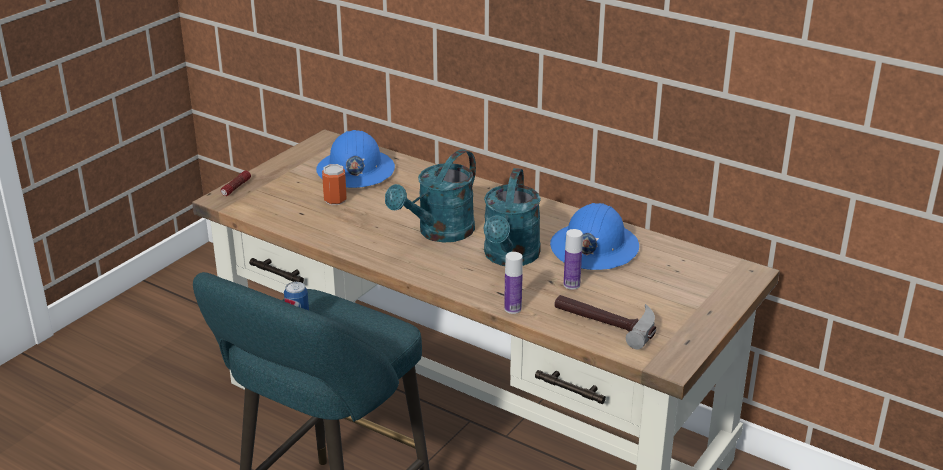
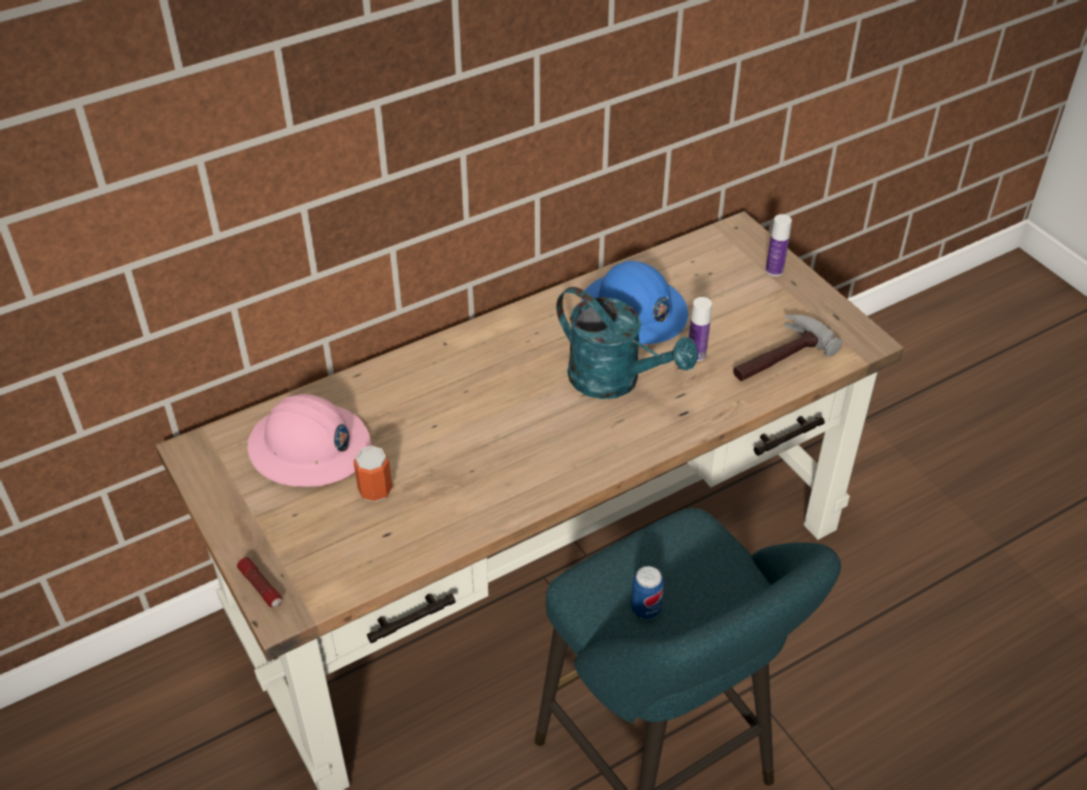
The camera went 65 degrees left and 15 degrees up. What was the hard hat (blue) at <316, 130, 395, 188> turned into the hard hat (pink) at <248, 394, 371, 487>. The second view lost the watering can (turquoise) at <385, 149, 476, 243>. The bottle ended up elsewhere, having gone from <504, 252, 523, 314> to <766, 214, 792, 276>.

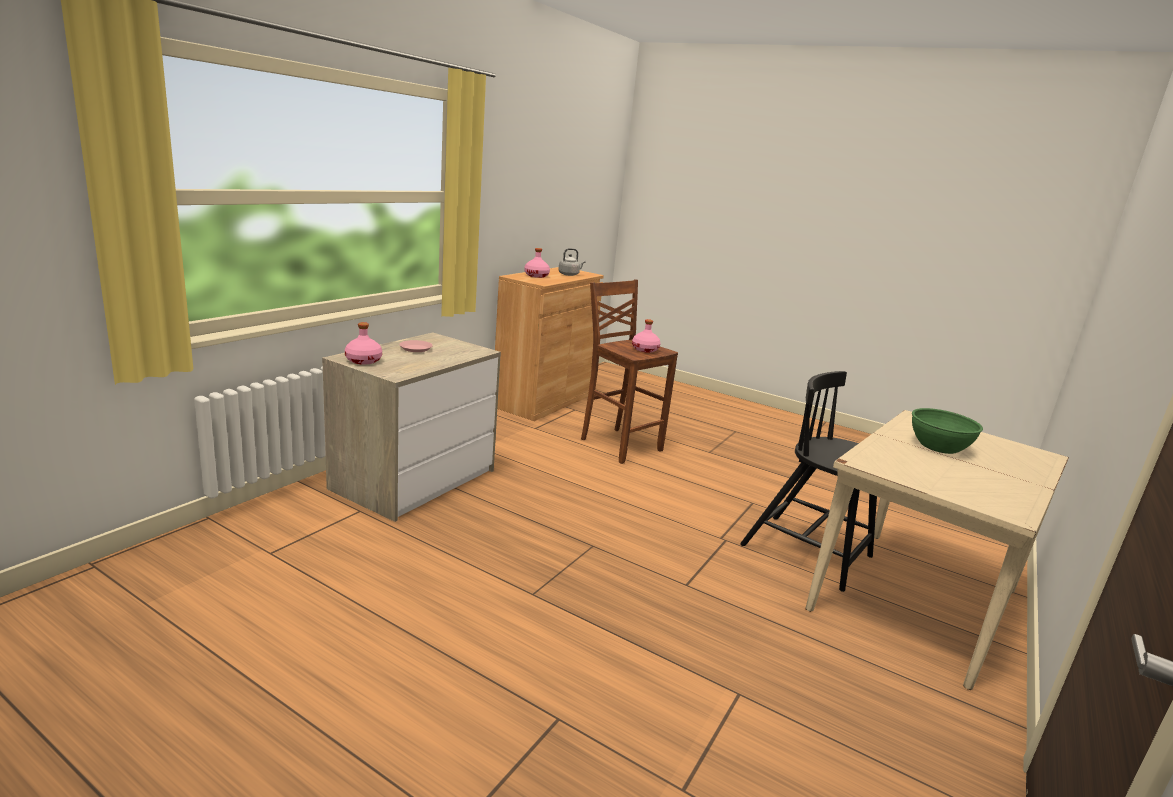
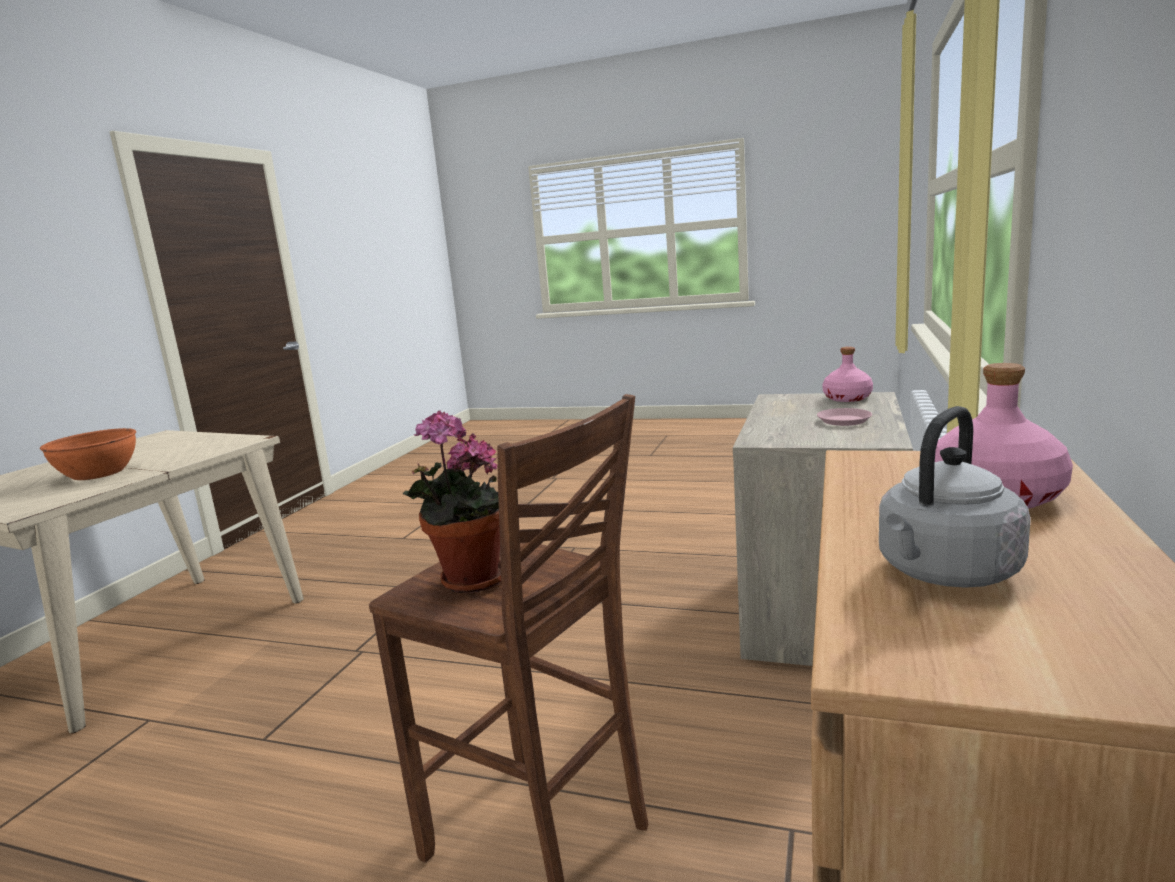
The camera went 170 degrees right and 5 degrees down. Where the bottle (pink) stood at <632, 319, 661, 353>, the potted plant came to stand at <402, 411, 501, 593>. The second view lost the chair (black) at <740, 371, 877, 592>. What was the bowl (green) at <912, 408, 983, 454> turned into the bowl (orange) at <40, 428, 136, 480>.

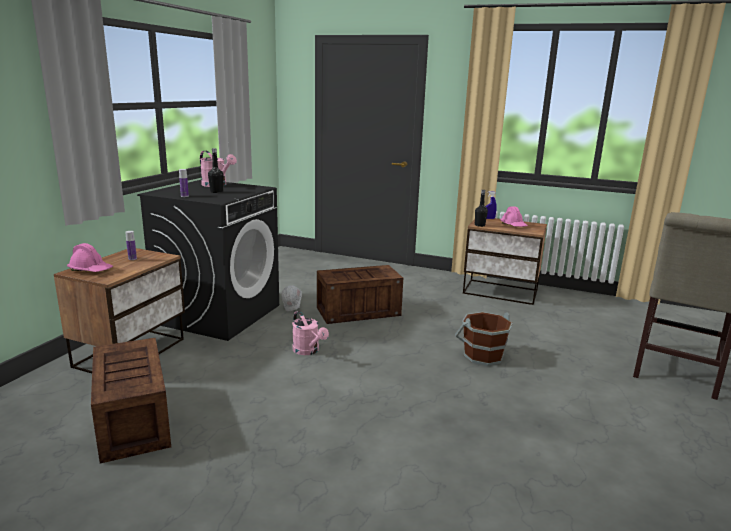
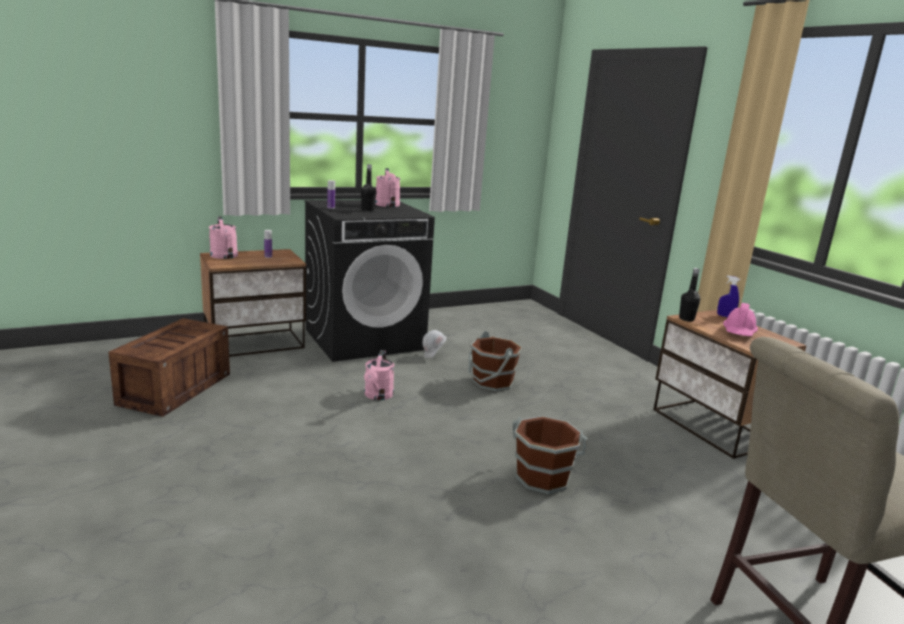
The camera went 40 degrees right and 0 degrees up. Where the hard hat (pink) stood at <67, 243, 113, 272>, the watering can (pink) came to stand at <209, 216, 238, 259>. Where the crate stood at <317, 265, 403, 324>, the bucket (brown) came to stand at <468, 331, 523, 392>.

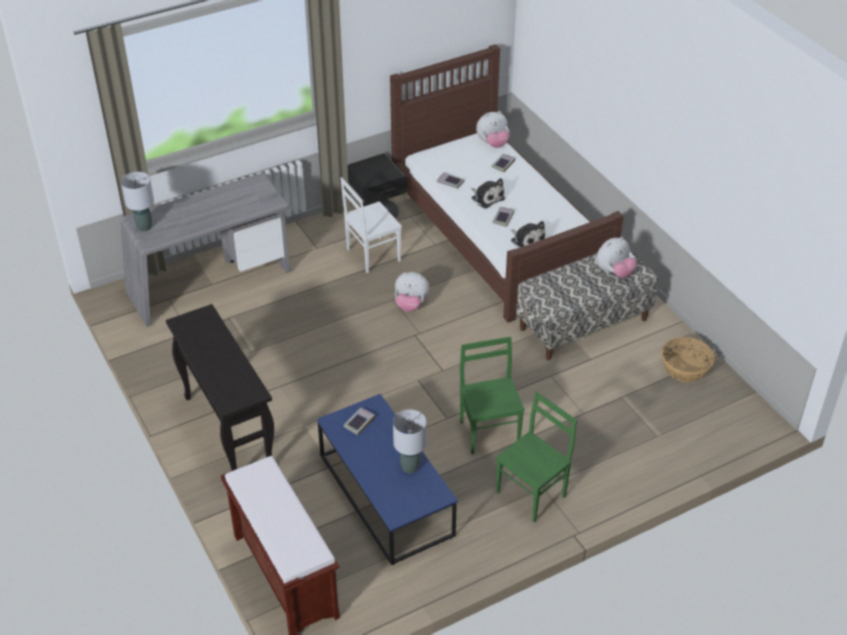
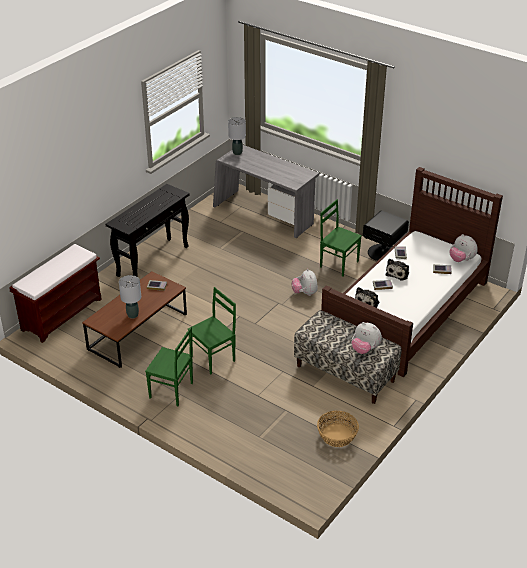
The camera went 65 degrees right and 5 degrees down. What was the coffee table (blue) at <317, 394, 458, 565> turned into the coffee table (brown) at <82, 271, 187, 368>. What was the chair (white) at <341, 177, 402, 273> turned into the chair (green) at <320, 199, 362, 276>.

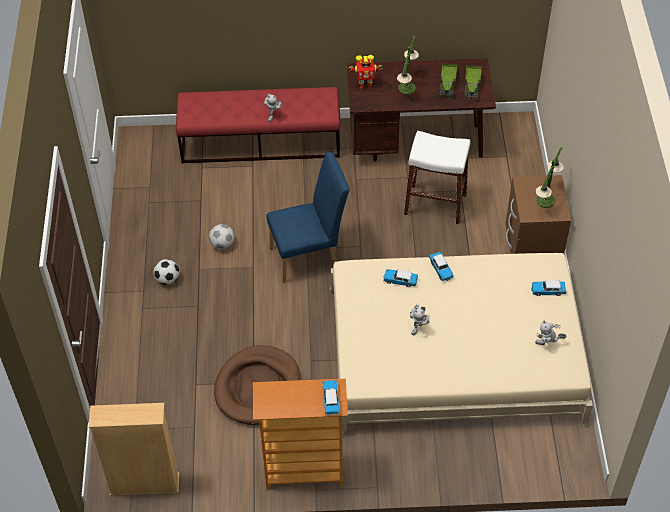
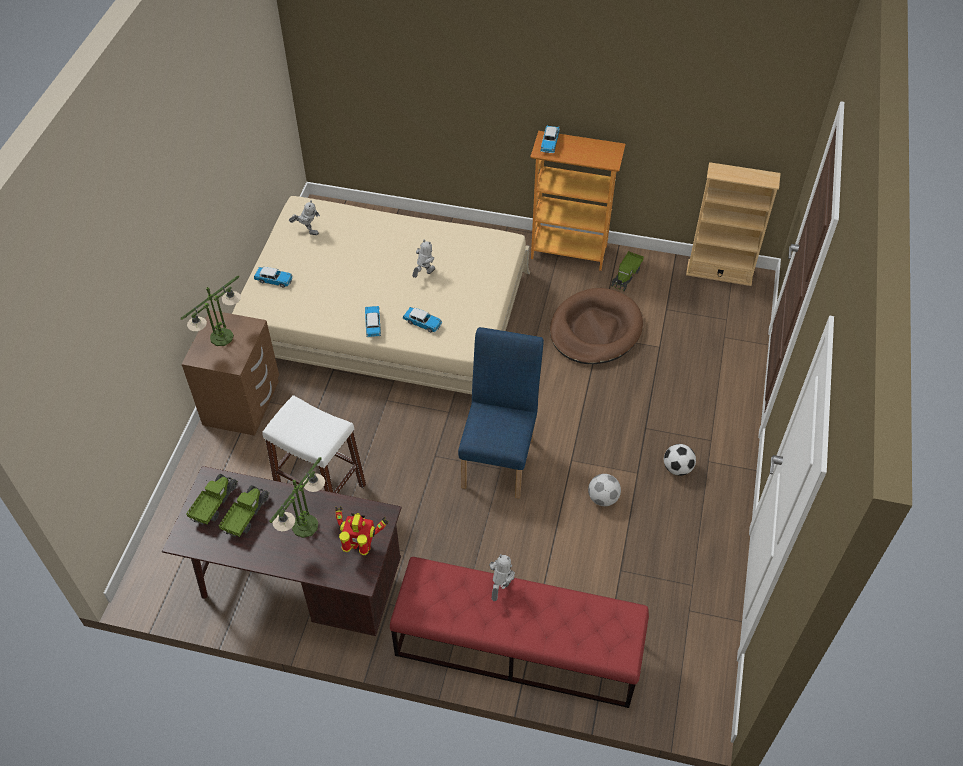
The camera went 165 degrees left and 0 degrees up. The chair (blue) at <267, 152, 350, 283> ended up facing another way, 105 degrees clockwise from before. The second view gained the toy truck at <612, 251, 644, 291>.

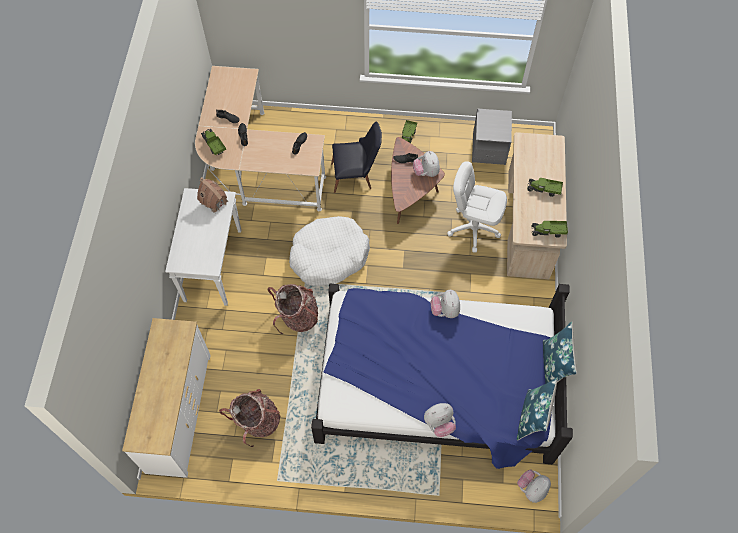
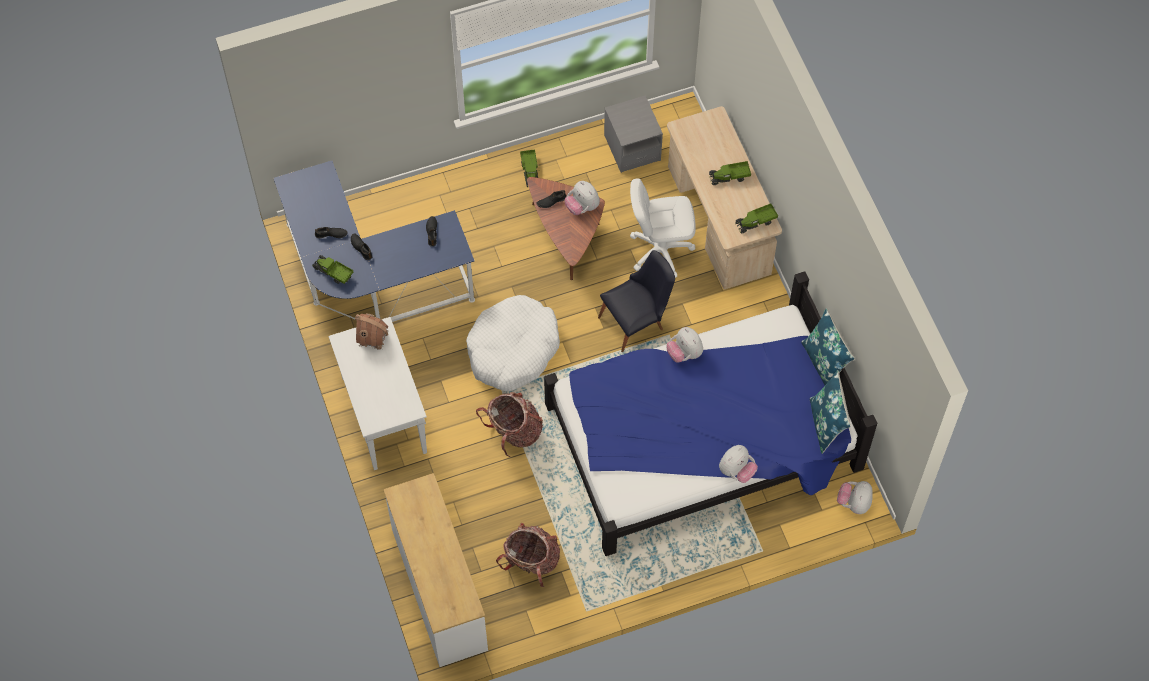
The camera went 25 degrees left and 0 degrees up. What was the desk (beige) at <195, 66, 326, 211> turned into the desk (blue) at <273, 161, 475, 322>. The chair (black) ended up elsewhere, having gone from <331, 122, 382, 193> to <598, 250, 675, 352>.

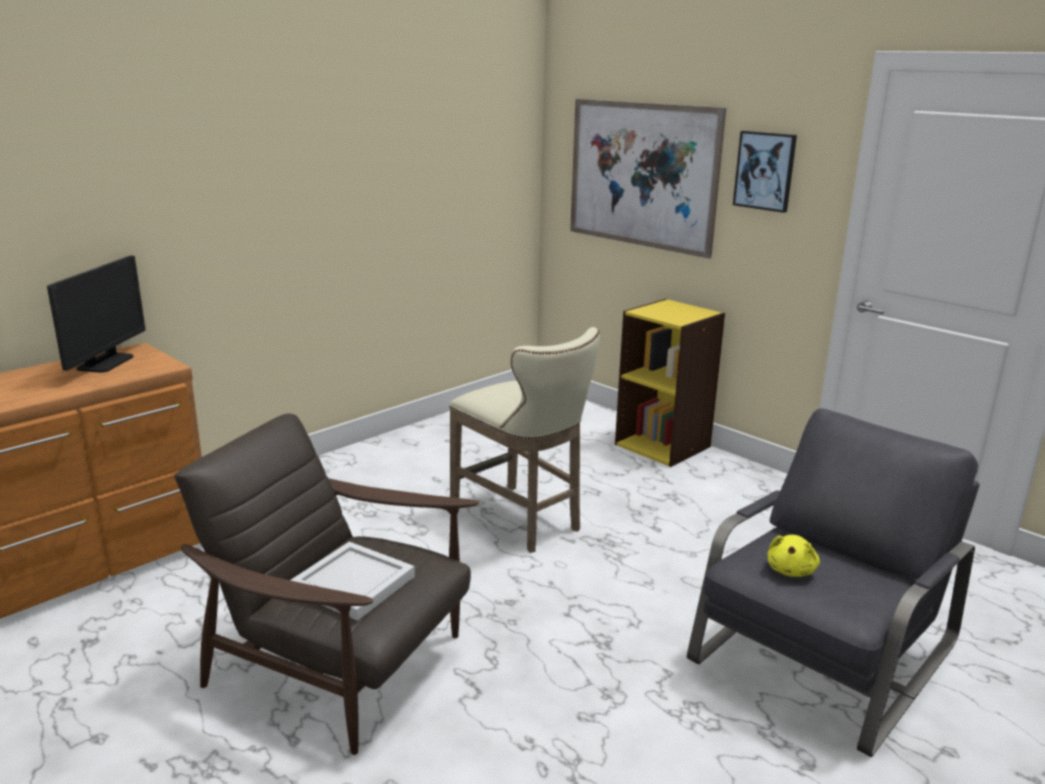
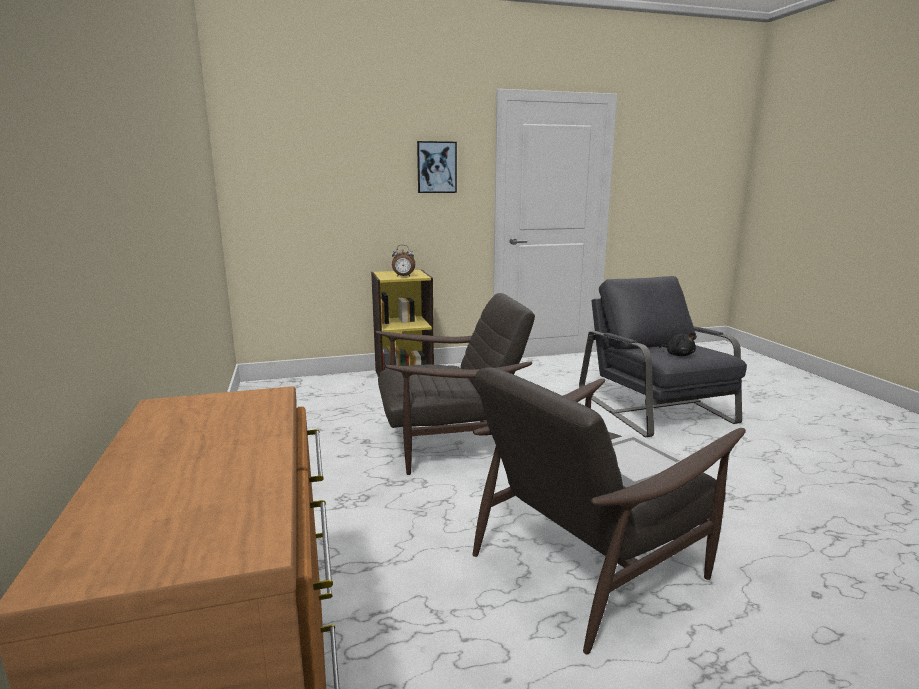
The camera went 60 degrees left and 5 degrees down. The second view lost the monitor at <47, 256, 145, 373>. Where the stool (beige) stood at <449, 327, 600, 553>, the armchair (brown) came to stand at <375, 293, 535, 475>. The second view lost the picture at <570, 99, 726, 259>. What was the plush toy (yellow) at <767, 535, 820, 577> turned into the plush toy (black) at <659, 333, 696, 356>. The second view gained the alarm clock at <392, 245, 415, 277>.

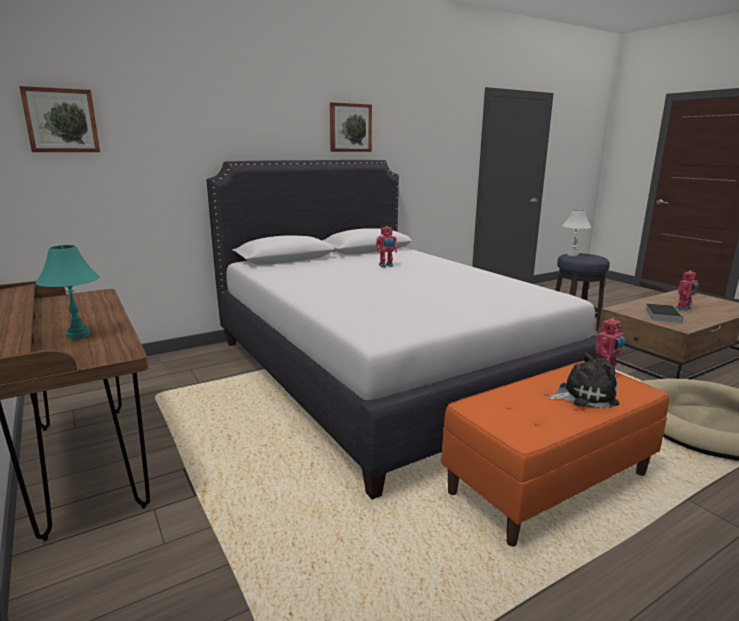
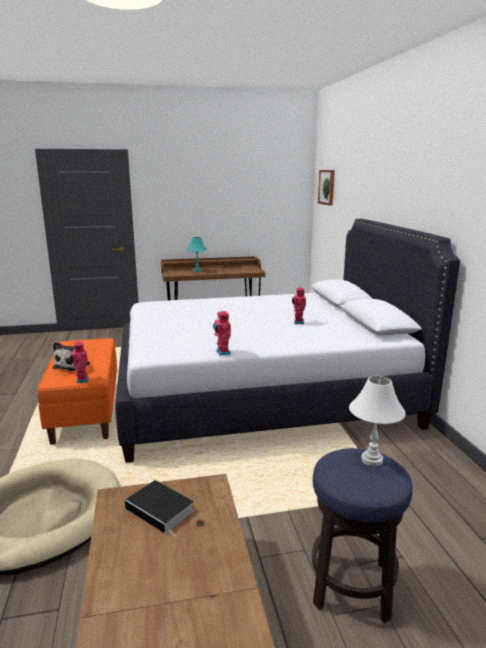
The camera went 110 degrees right and 0 degrees up. The second view lost the picture at <330, 102, 372, 152>. The toy robot ended up elsewhere, having gone from <675, 271, 699, 311> to <213, 310, 231, 356>.

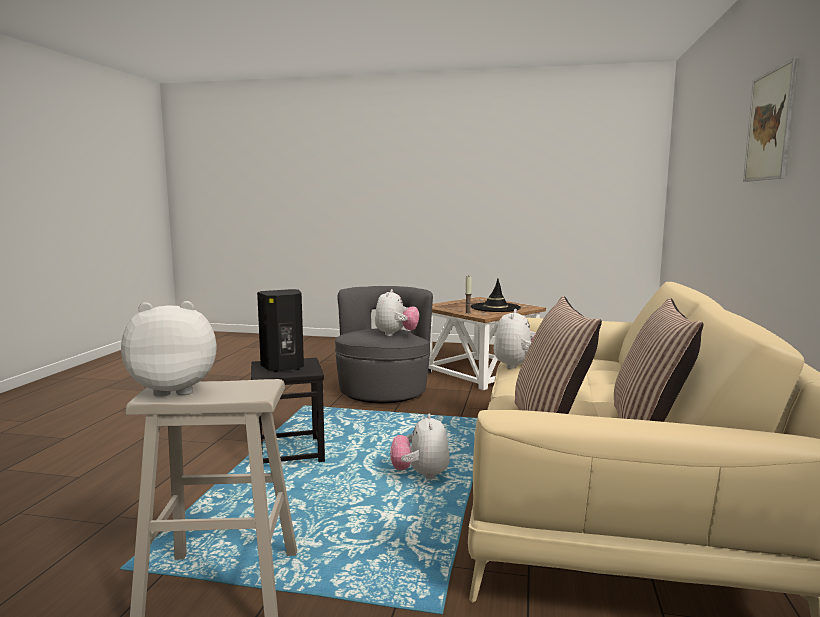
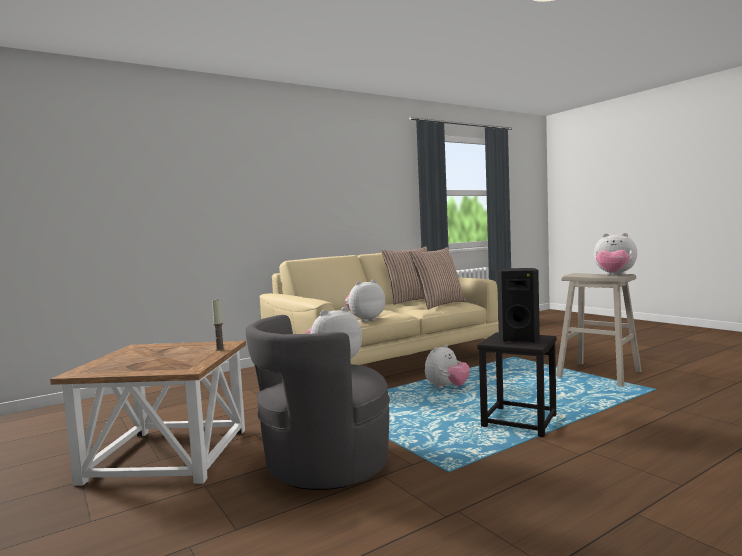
The camera went 135 degrees left and 5 degrees down. The second view lost the hat (black) at <471, 279, 521, 312>. The second view lost the picture at <743, 58, 798, 182>.

